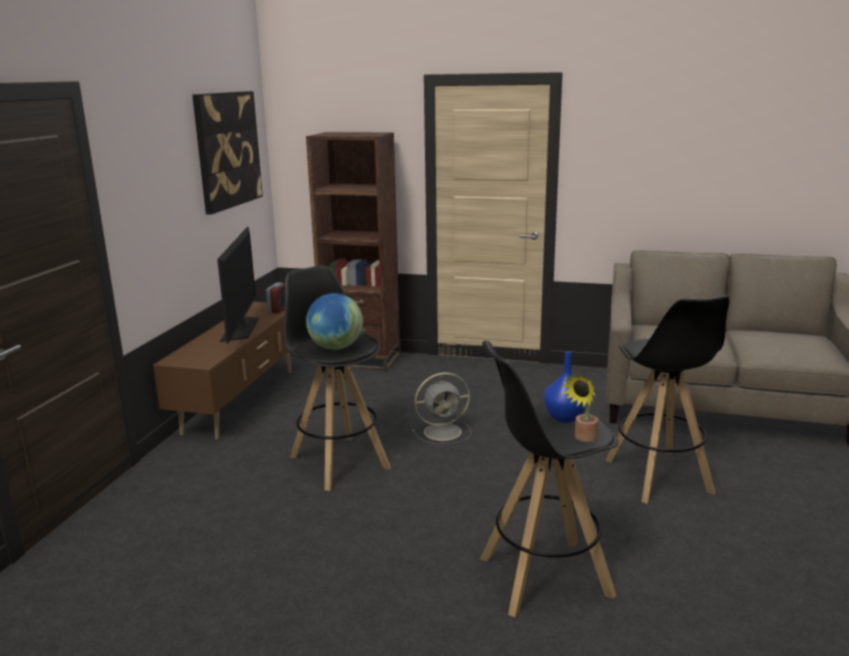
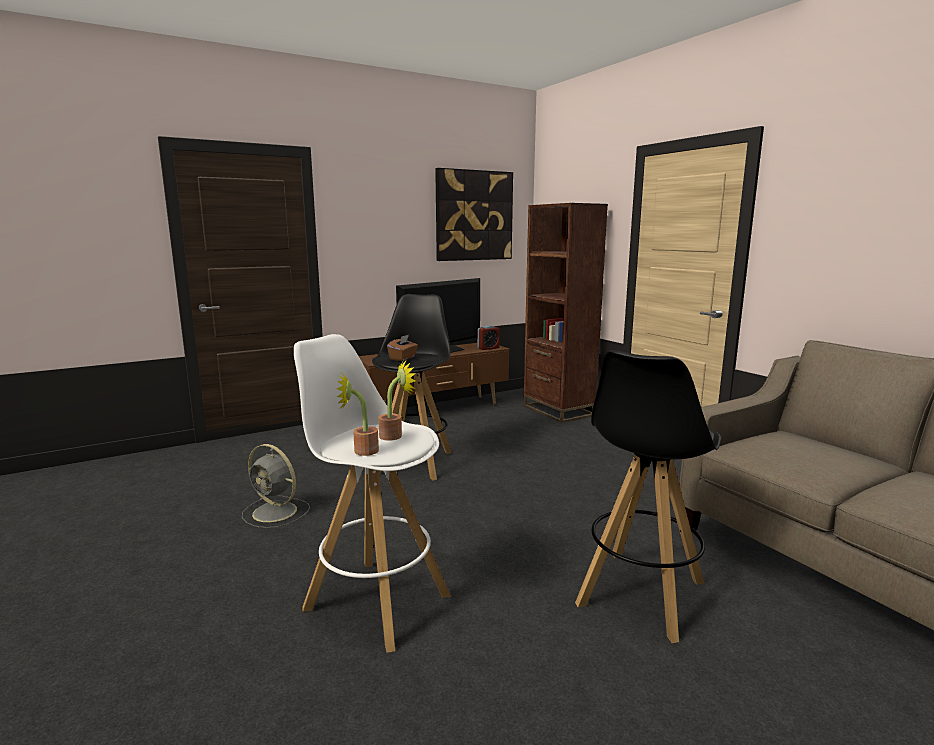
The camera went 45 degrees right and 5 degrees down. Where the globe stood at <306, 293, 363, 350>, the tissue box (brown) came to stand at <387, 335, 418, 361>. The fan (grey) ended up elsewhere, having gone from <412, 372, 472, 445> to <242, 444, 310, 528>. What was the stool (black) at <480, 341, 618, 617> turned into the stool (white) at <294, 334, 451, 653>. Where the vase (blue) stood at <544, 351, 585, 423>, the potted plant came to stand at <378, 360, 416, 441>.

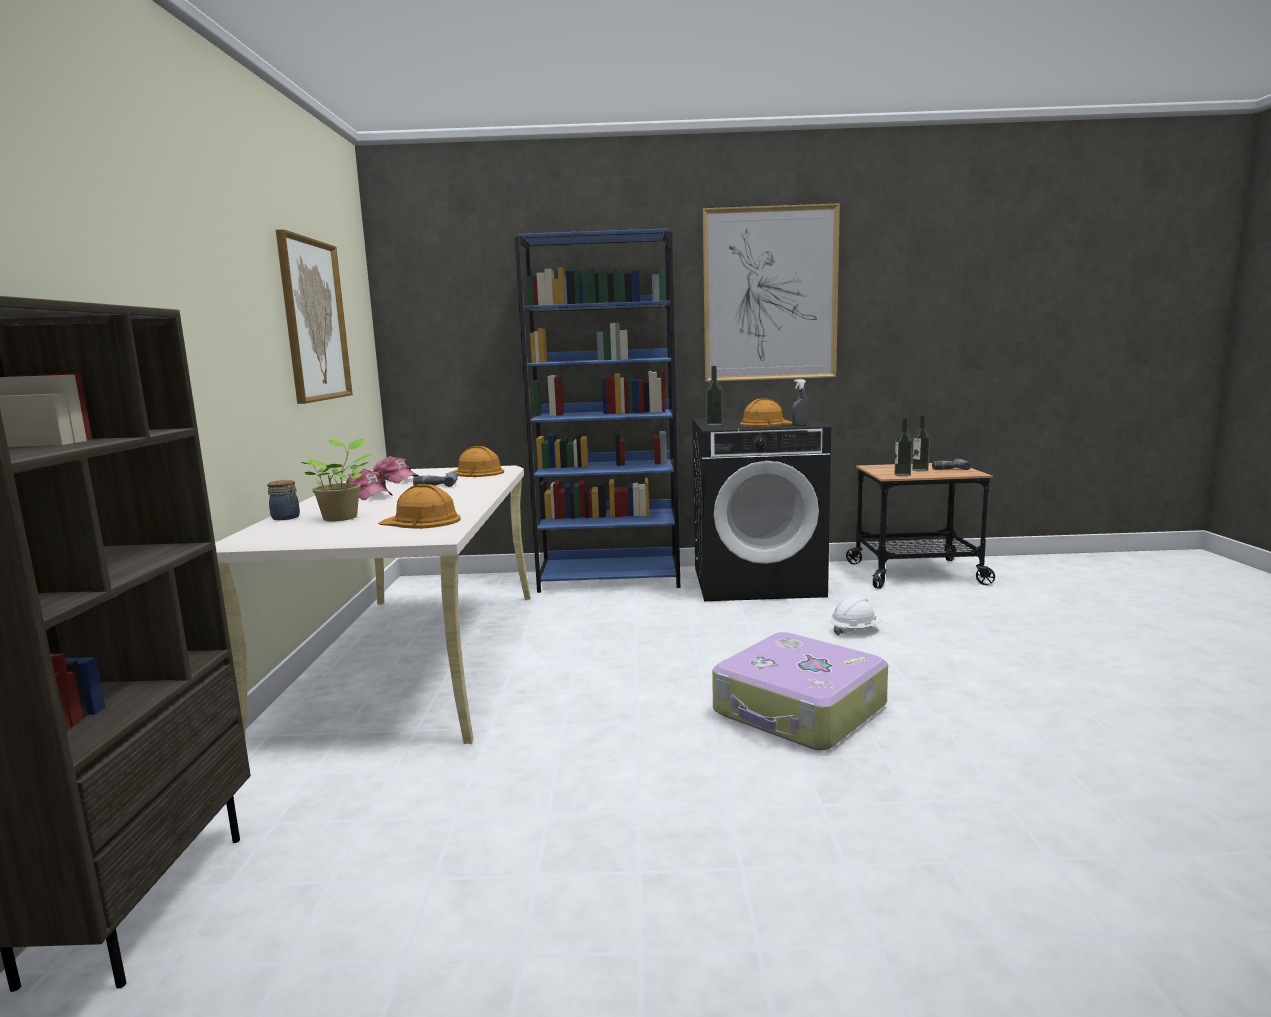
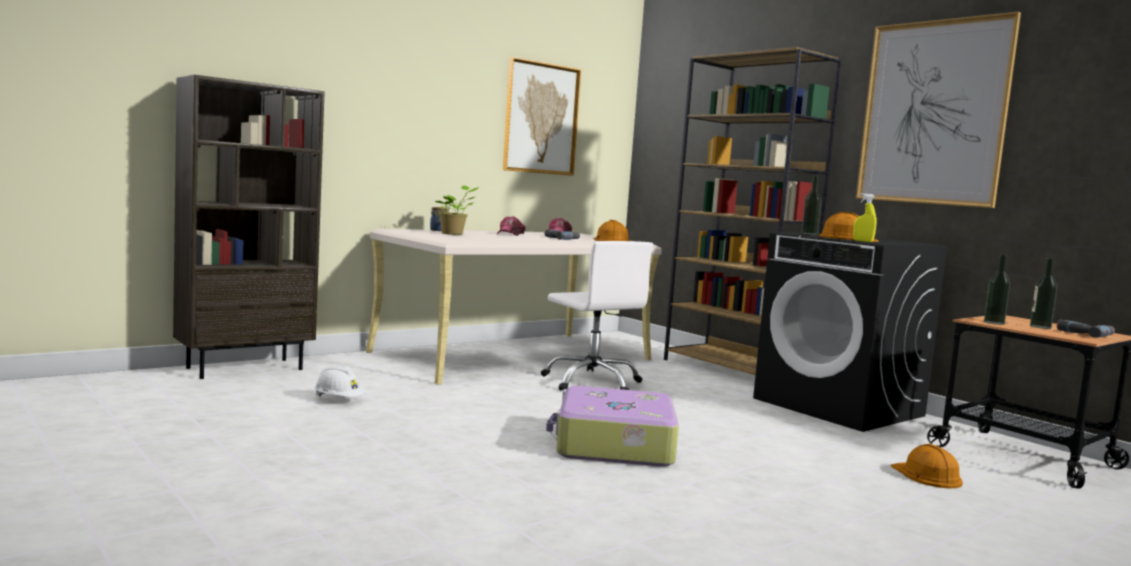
The camera went 50 degrees right and 5 degrees down. The hard hat (orange) ended up elsewhere, having gone from <378, 484, 461, 529> to <891, 444, 963, 488>. What was the bookcase (blue) at <515, 228, 680, 593> turned into the bookcase (brown) at <664, 47, 842, 375>. What was the spray bottle (grey) at <792, 379, 809, 426> turned into the spray bottle (yellow) at <853, 193, 876, 242>. The hard hat (white) ended up elsewhere, having gone from <831, 595, 882, 636> to <314, 365, 365, 397>. The second view gained the office chair (white) at <541, 241, 653, 390>.

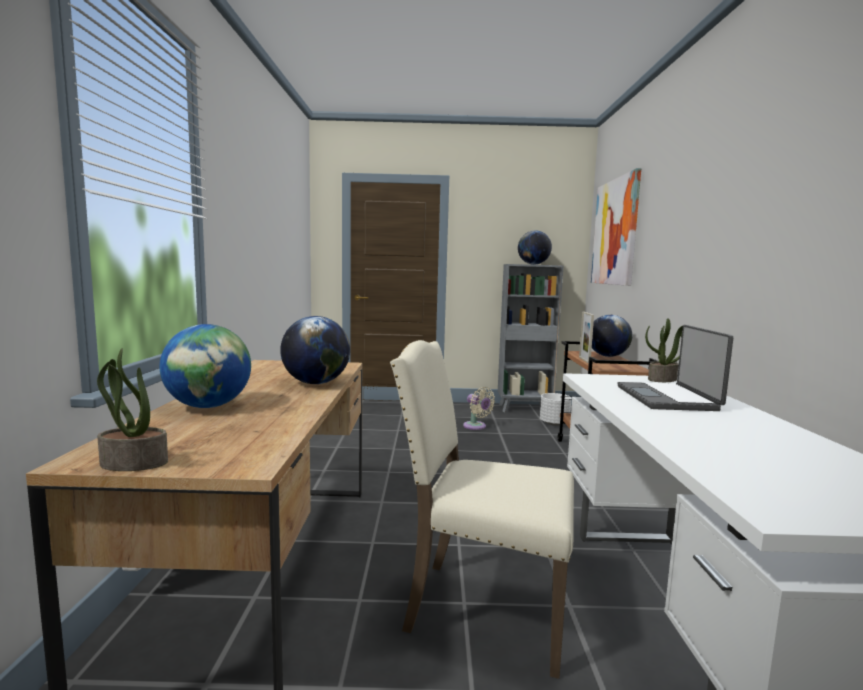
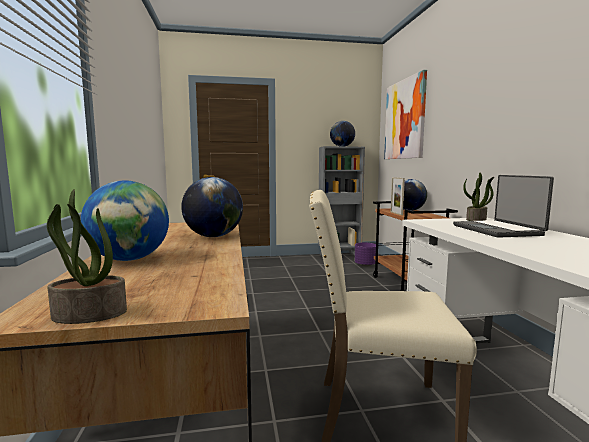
The camera went 10 degrees left and 0 degrees up. The second view lost the fan (beige) at <463, 387, 495, 430>. What was the planter (white) at <540, 393, 571, 426> turned into the planter (purple) at <355, 242, 376, 267>.

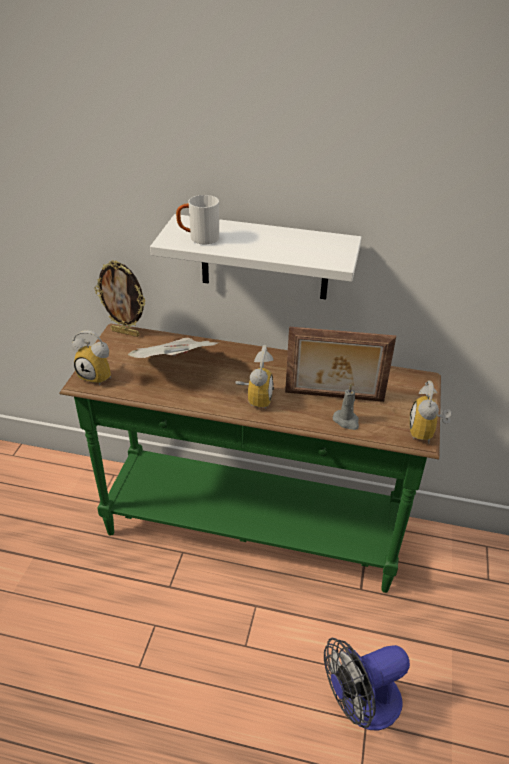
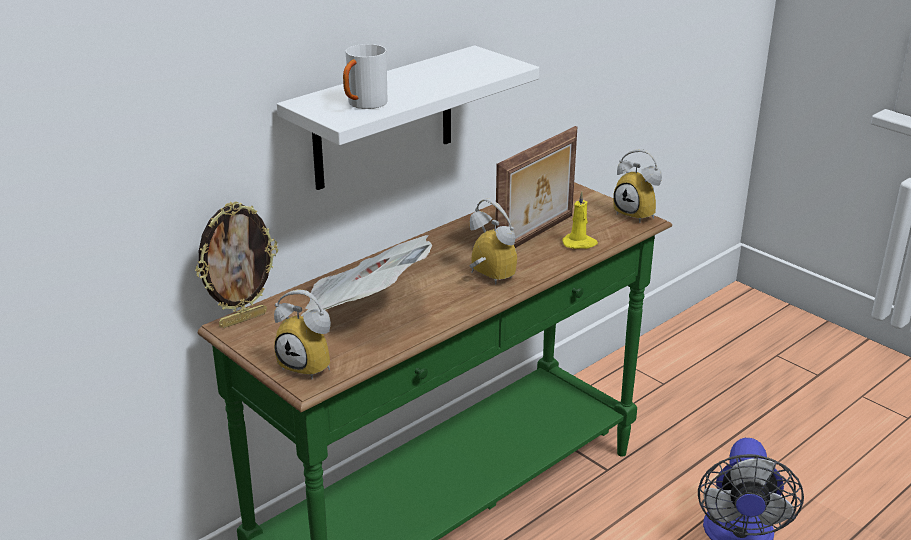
The camera went 55 degrees left and 10 degrees down. The alarm clock at <72, 330, 111, 385> ended up facing another way, 60 degrees clockwise from before. What was the candle (grey) at <333, 384, 359, 430> turned into the candle (yellow) at <562, 192, 598, 249>.

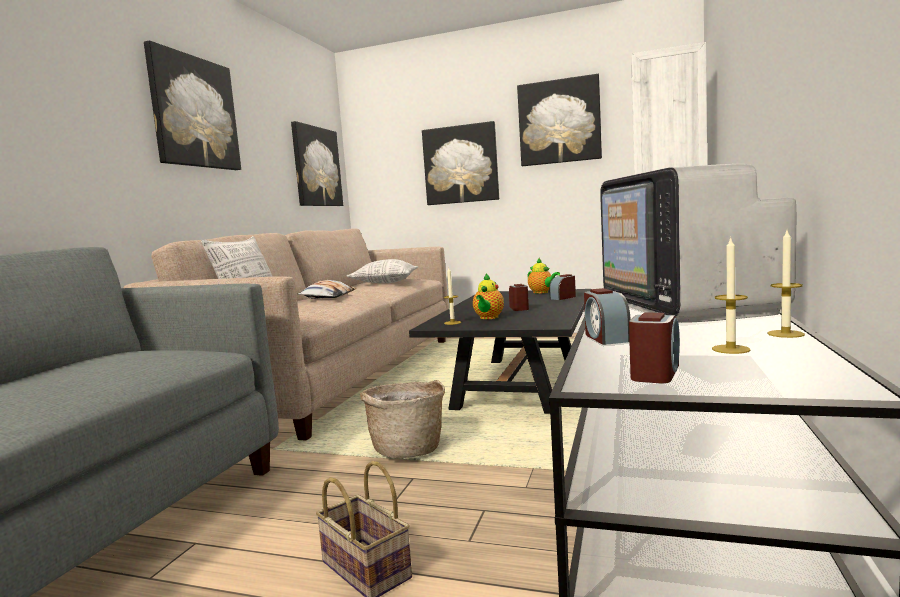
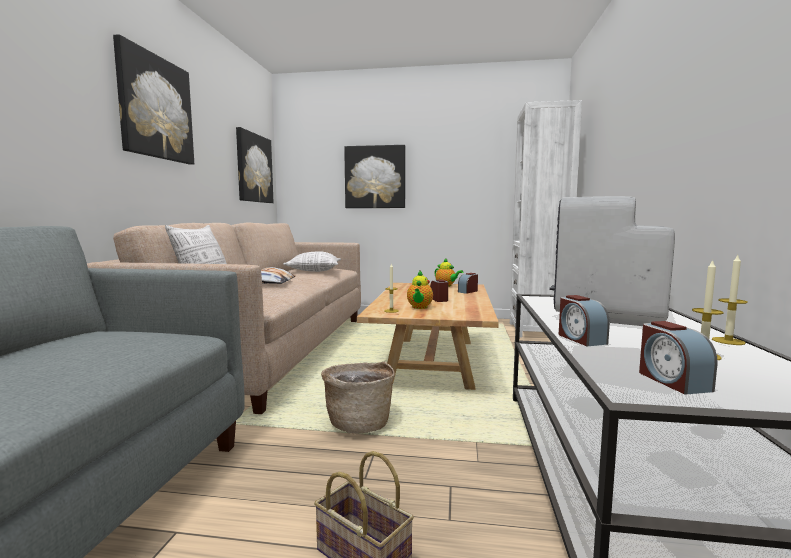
The camera went 10 degrees left and 0 degrees up. What was the coffee table (black) at <409, 289, 591, 414> turned into the coffee table (beige) at <357, 283, 499, 390>. The second view lost the picture at <517, 74, 602, 166>. The television at <600, 164, 796, 323> ended up facing another way, 45 degrees clockwise from before. The alarm clock at <629, 313, 680, 383> ended up facing another way, 150 degrees clockwise from before.

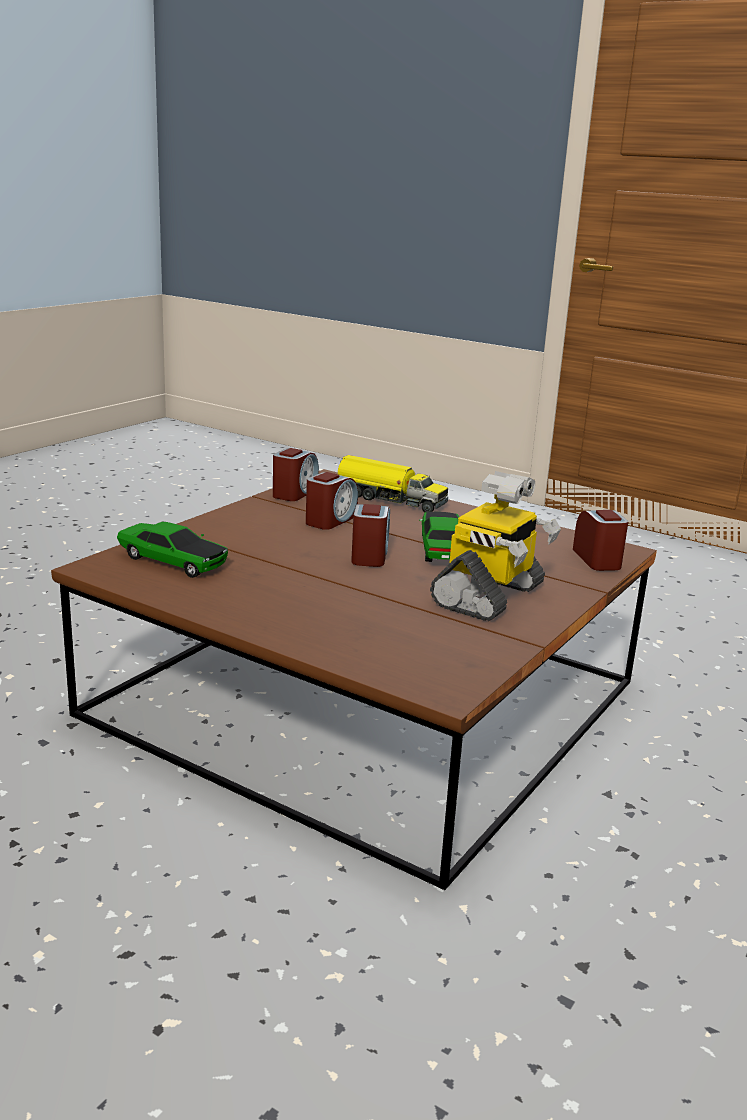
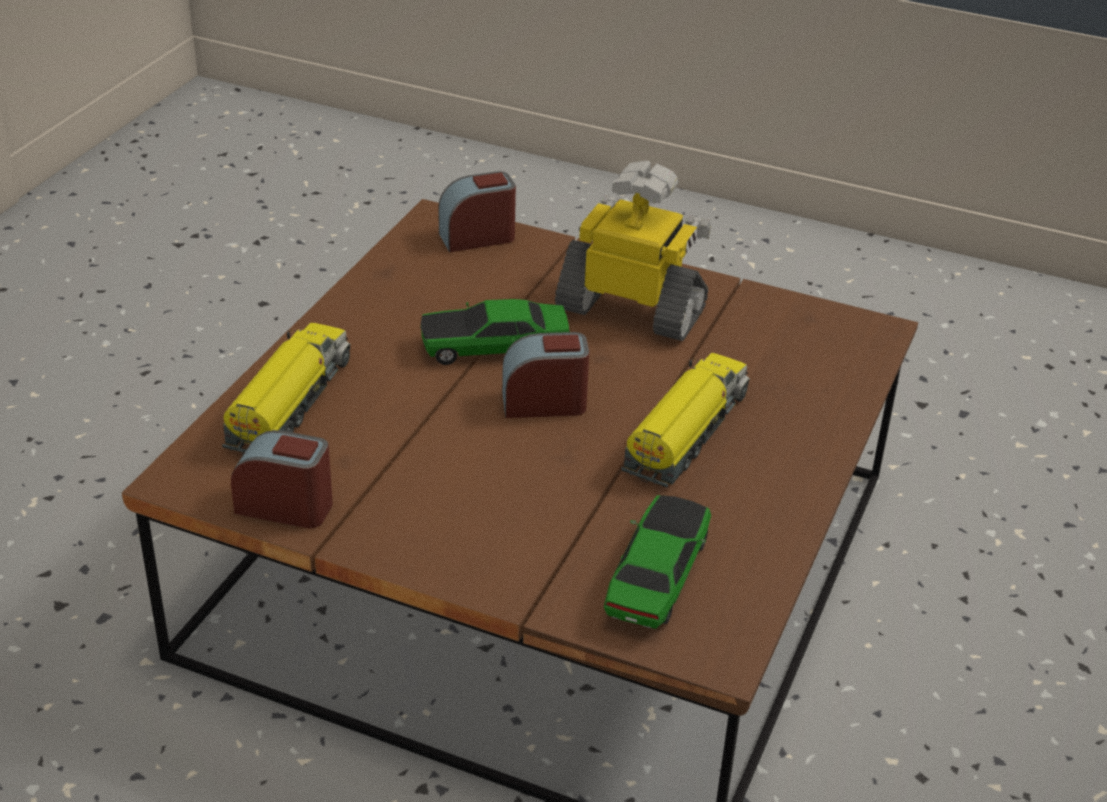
The camera went 100 degrees left and 15 degrees up. The second view lost the alarm clock at <306, 472, 358, 530>. The second view gained the toy truck at <621, 353, 750, 488>.

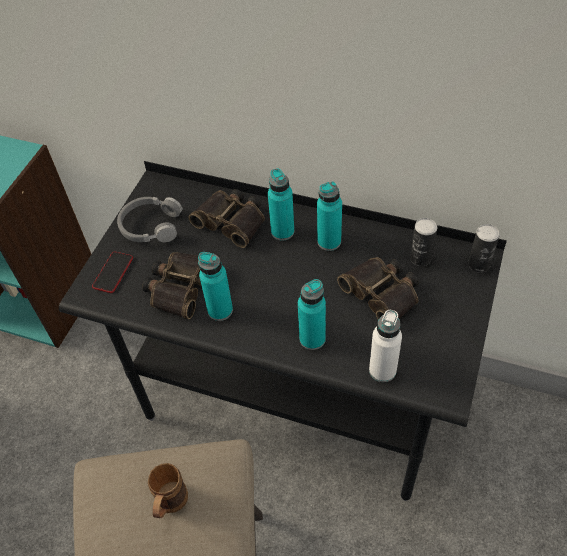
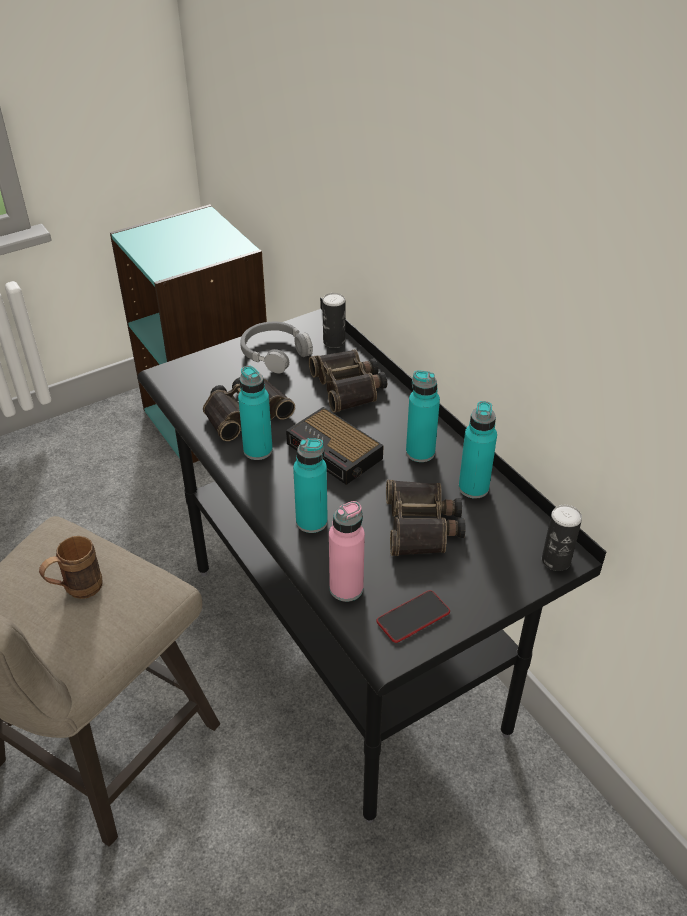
The camera went 35 degrees right and 10 degrees down. The phone ended up elsewhere, having gone from <92, 252, 133, 293> to <376, 590, 450, 643>. The bottle (turquoise) ended up elsewhere, having gone from <268, 168, 294, 241> to <459, 401, 497, 499>. What was the bottle (white) at <369, 310, 402, 382> turned into the bottle (pink) at <329, 501, 365, 602>. The can ended up elsewhere, having gone from <410, 218, 437, 266> to <322, 293, 345, 348>. The second view gained the alarm clock at <286, 407, 384, 485>.

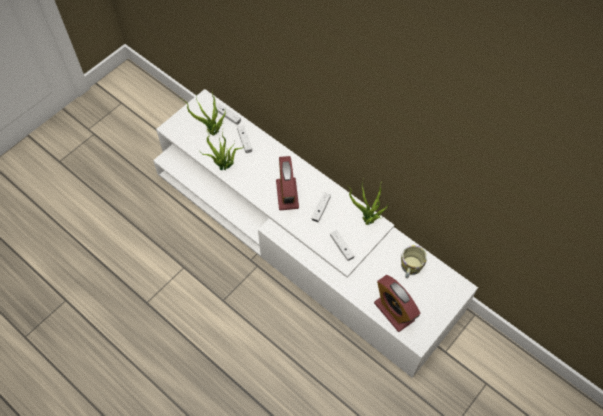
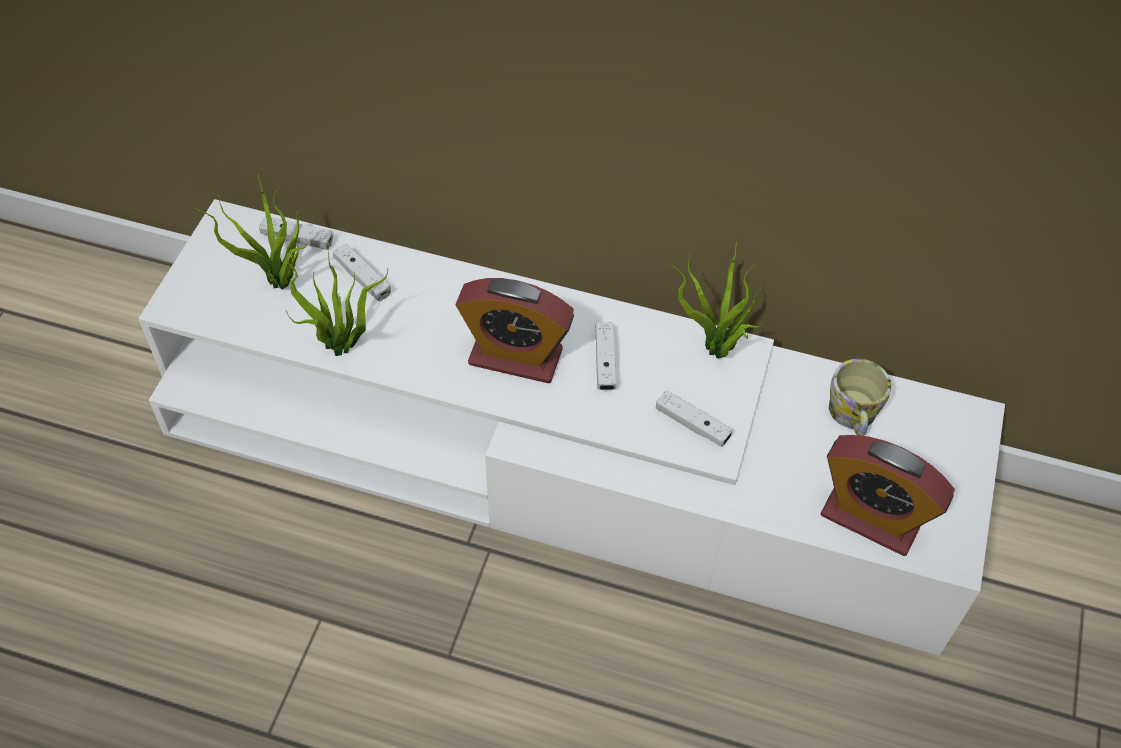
The camera went 25 degrees left and 5 degrees down. The alarm clock at <276, 156, 299, 210> ended up facing another way, 135 degrees clockwise from before.

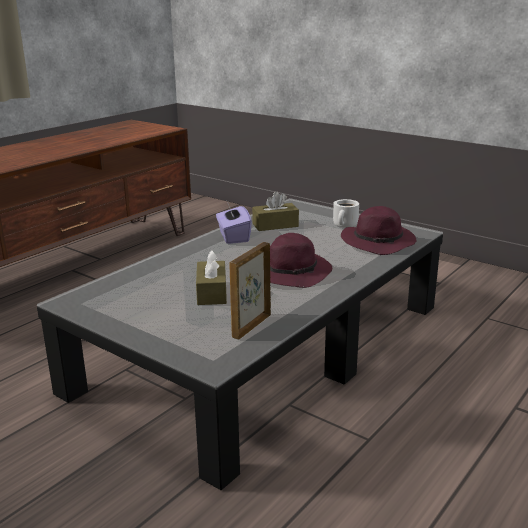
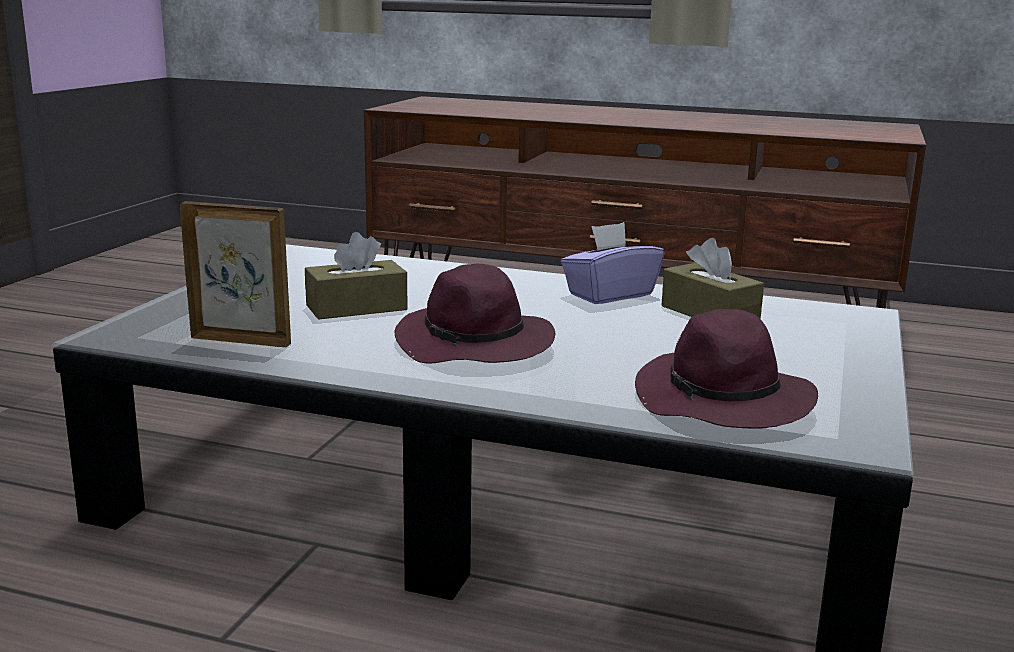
The camera went 70 degrees right and 5 degrees down. The second view lost the mug (white) at <333, 199, 359, 227>.

